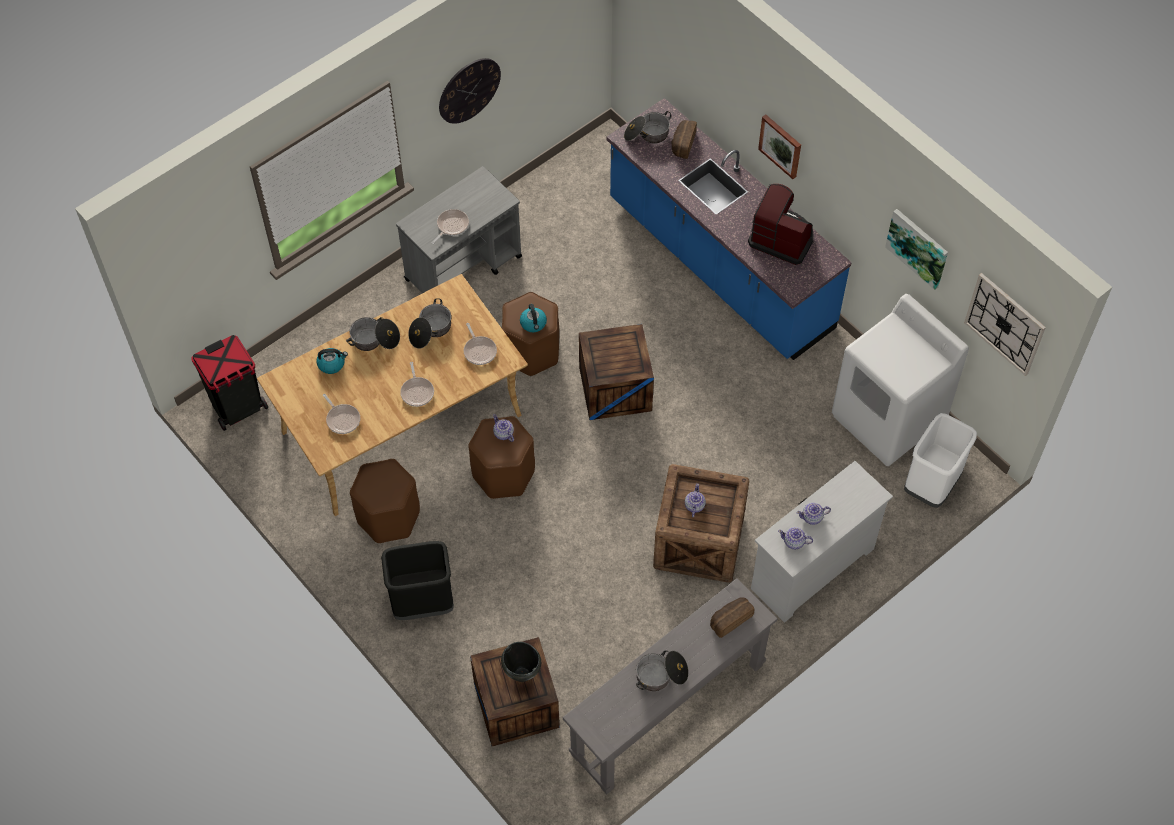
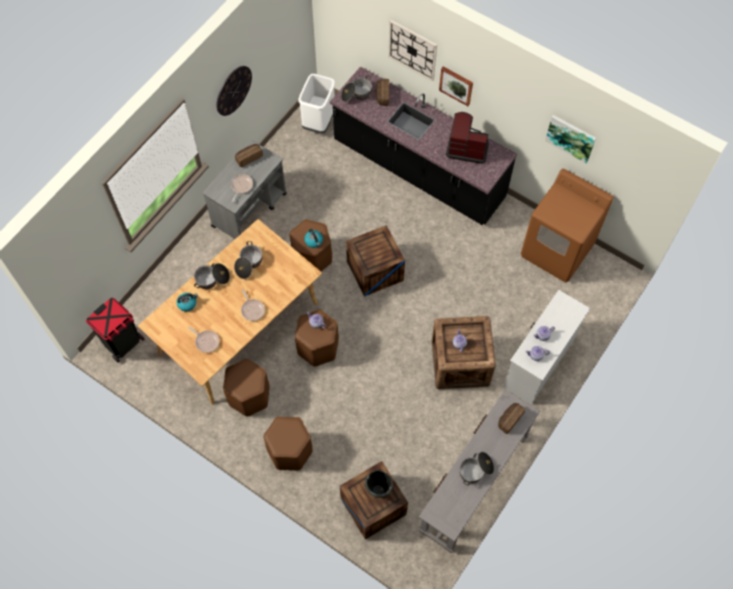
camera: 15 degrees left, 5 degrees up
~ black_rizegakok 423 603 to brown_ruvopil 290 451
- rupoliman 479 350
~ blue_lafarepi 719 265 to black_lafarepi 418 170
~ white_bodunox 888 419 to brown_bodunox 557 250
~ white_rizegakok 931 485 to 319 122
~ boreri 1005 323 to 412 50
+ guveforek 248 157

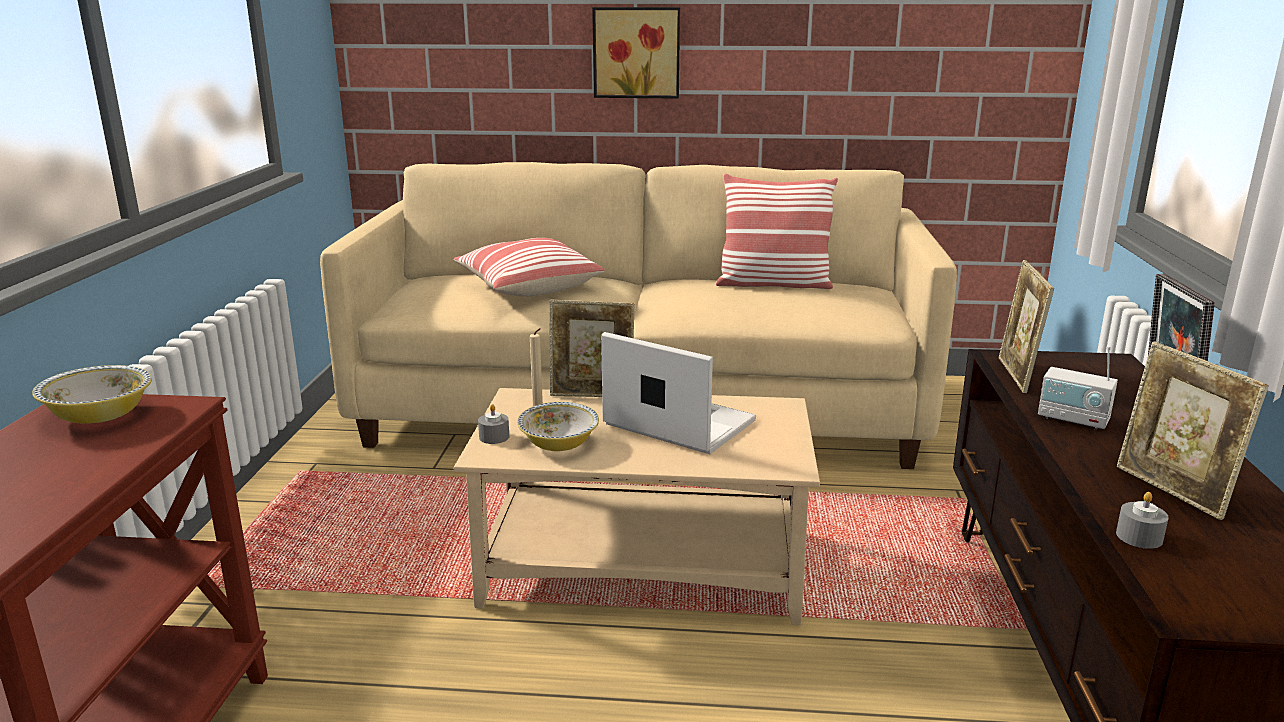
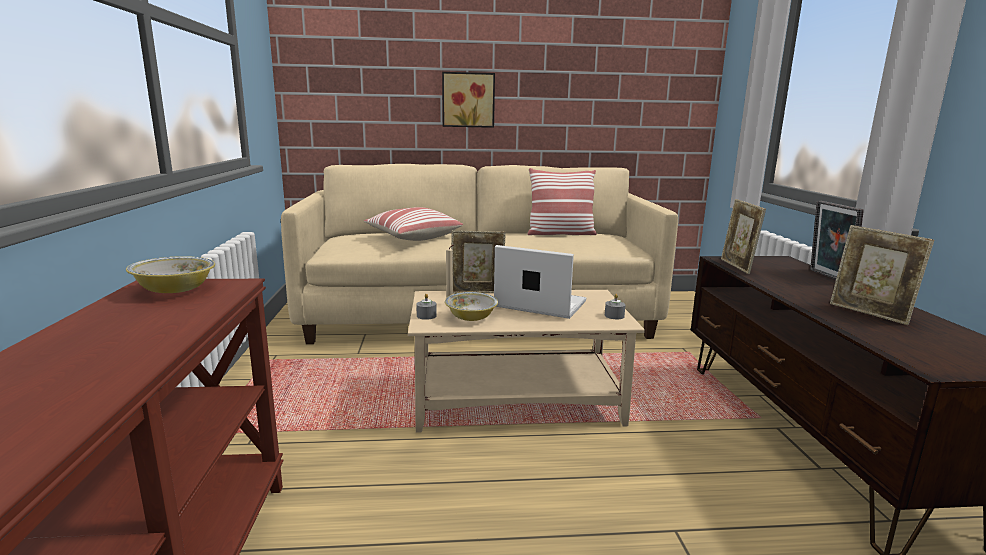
camera: 10 degrees left, 5 degrees down
- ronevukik 1073 419
~ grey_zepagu 1139 537 to 614 316

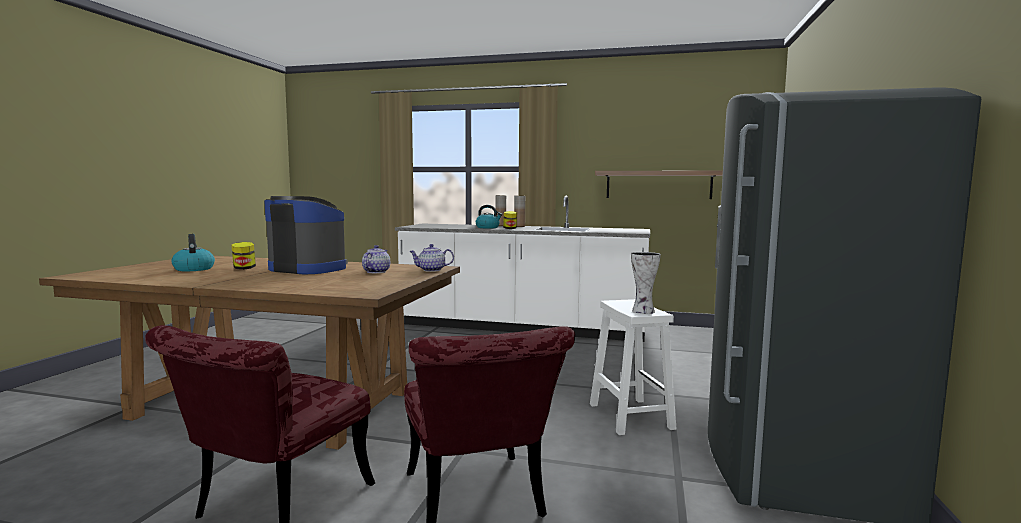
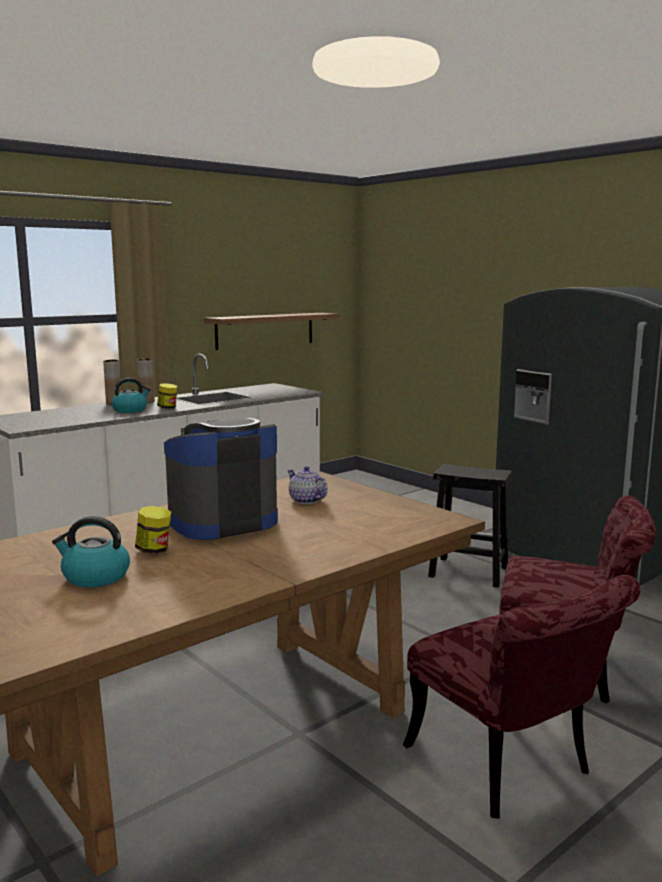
camera: 55 degrees left, 5 degrees up
- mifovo 431 270
~ white_ruvopil 629 415 to black_ruvopil 467 572
- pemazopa 642 311

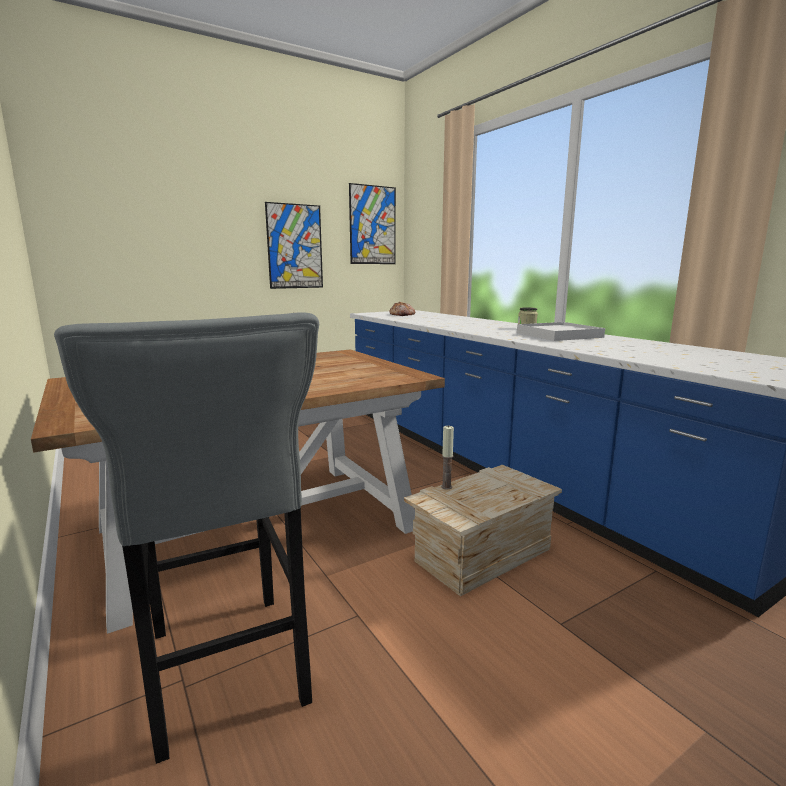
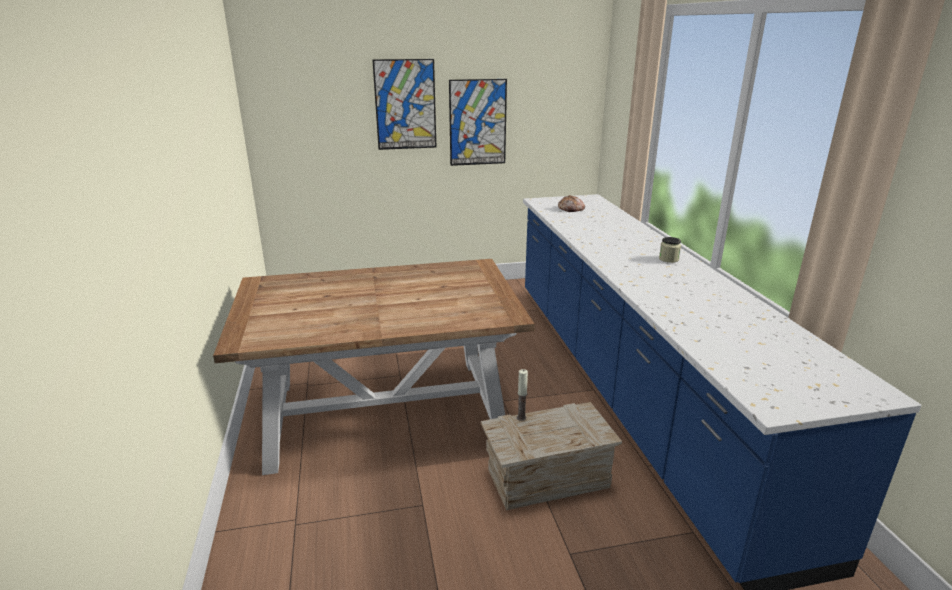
camera: 20 degrees right, 10 degrees up
- grey_ruvopil 227 675
~ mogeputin 372 225 to 405 105
- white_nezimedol 559 335

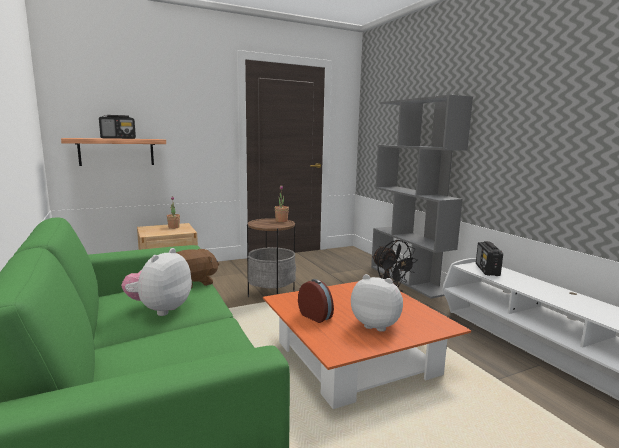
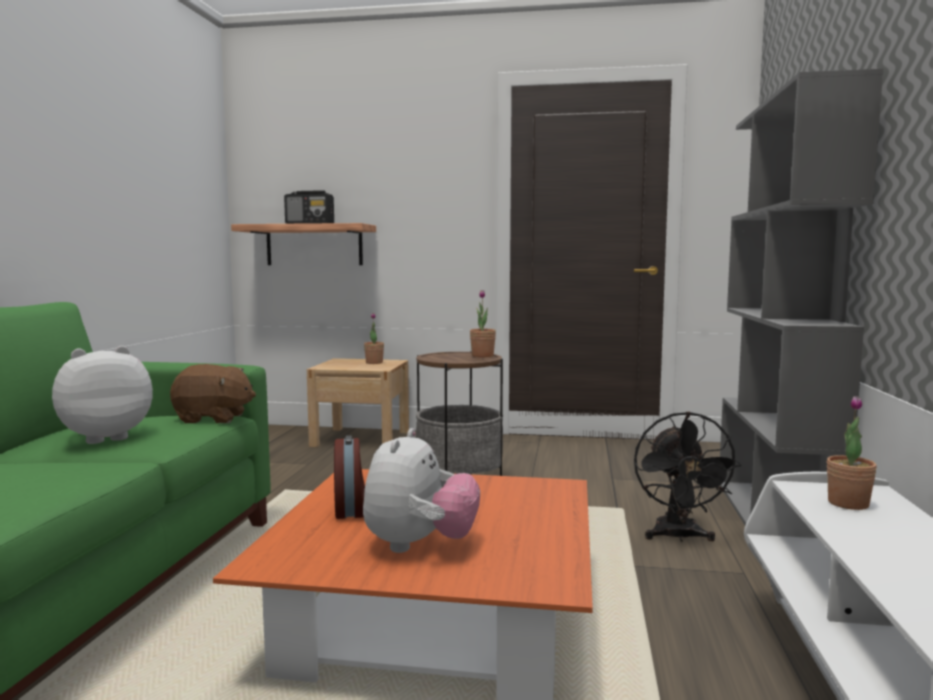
camera: 35 degrees right, 5 degrees down
~ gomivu 377 325 = 419 545 45 degrees clockwise
~ ronevukik 487 270 to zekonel 848 503

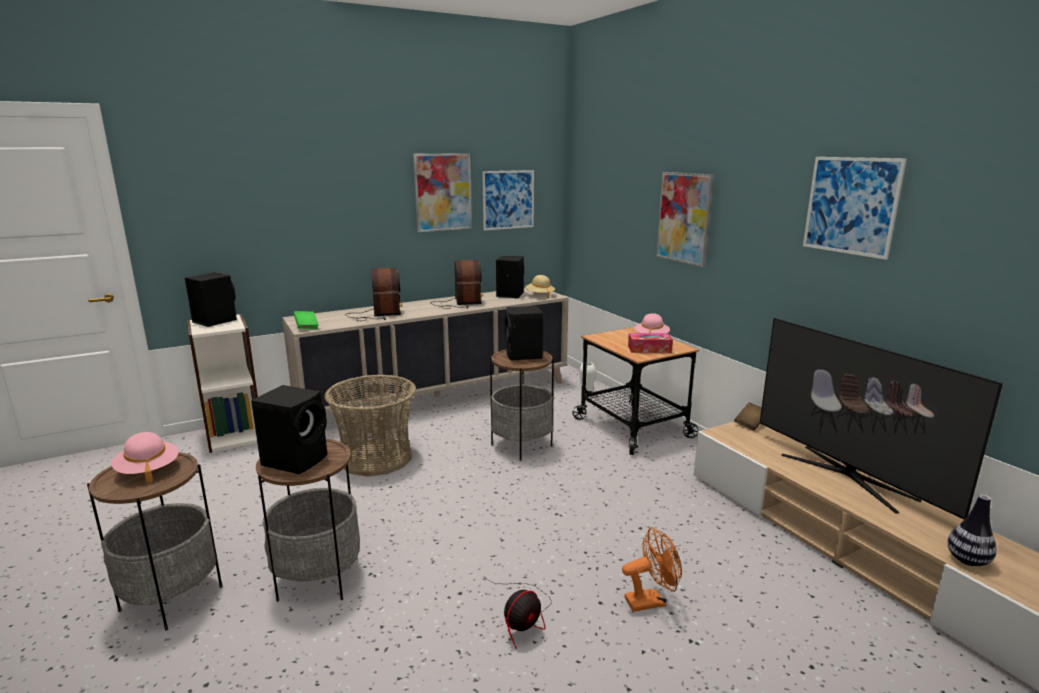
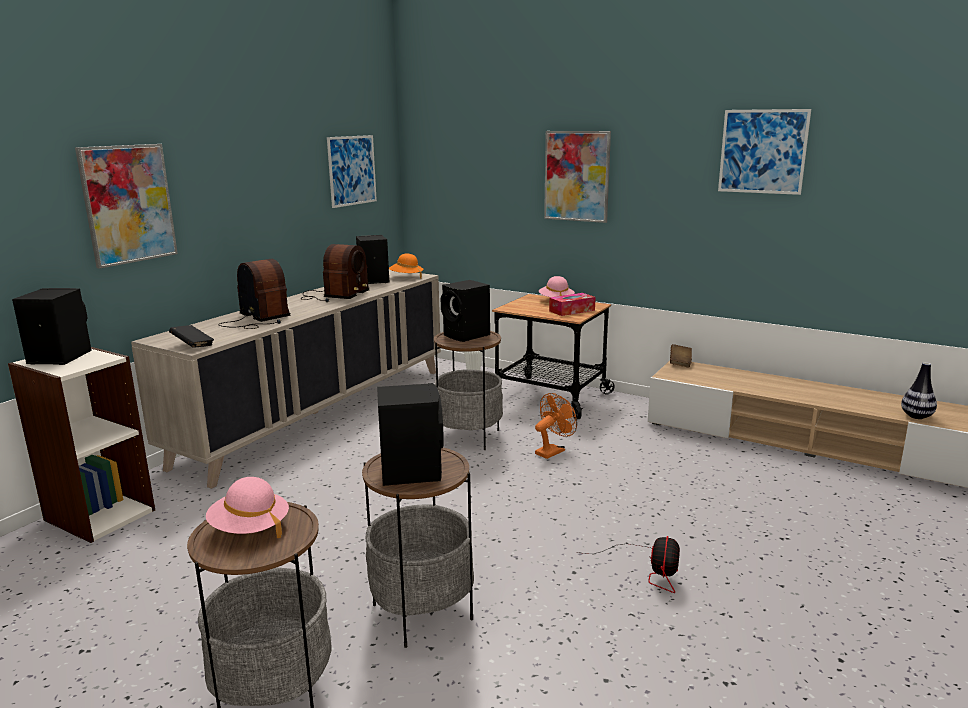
camera: 30 degrees left, 0 degrees up
~ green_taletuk 306 327 to black_taletuk 193 345
- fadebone 376 458
~ mogeputin 442 192 to 128 204
~ ronevukik 459 303 = 334 295 60 degrees clockwise
~ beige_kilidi 539 295 to orange_kilidi 406 277
~ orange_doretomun 651 600 to 553 451
- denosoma 846 476

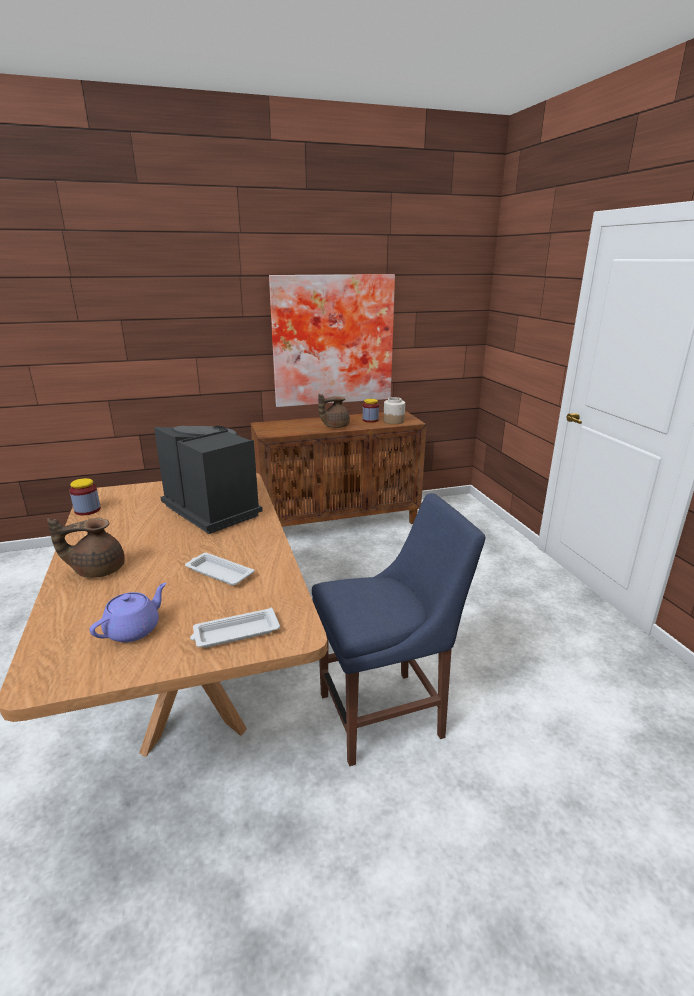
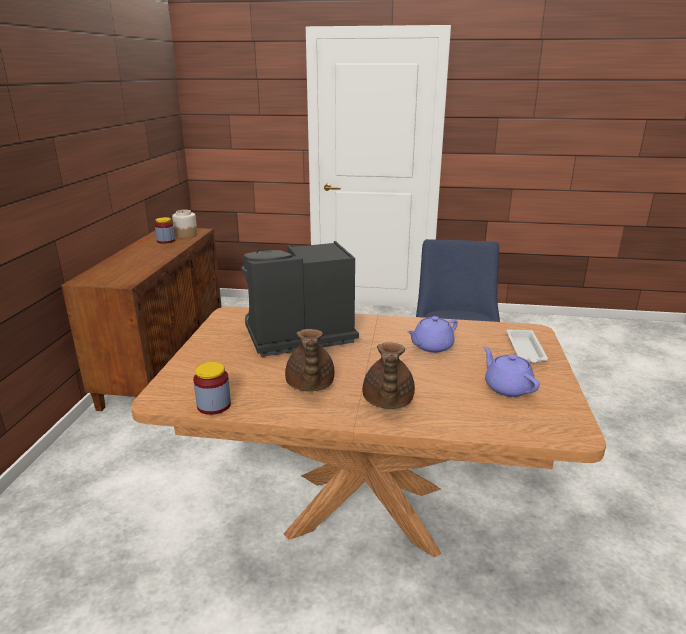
camera: 65 degrees left, 0 degrees up
~ white_nezimedol 218 573 to purple_mifovo 431 346
- mogeputin 332 340
~ brown_mifovo 334 426 to 309 385

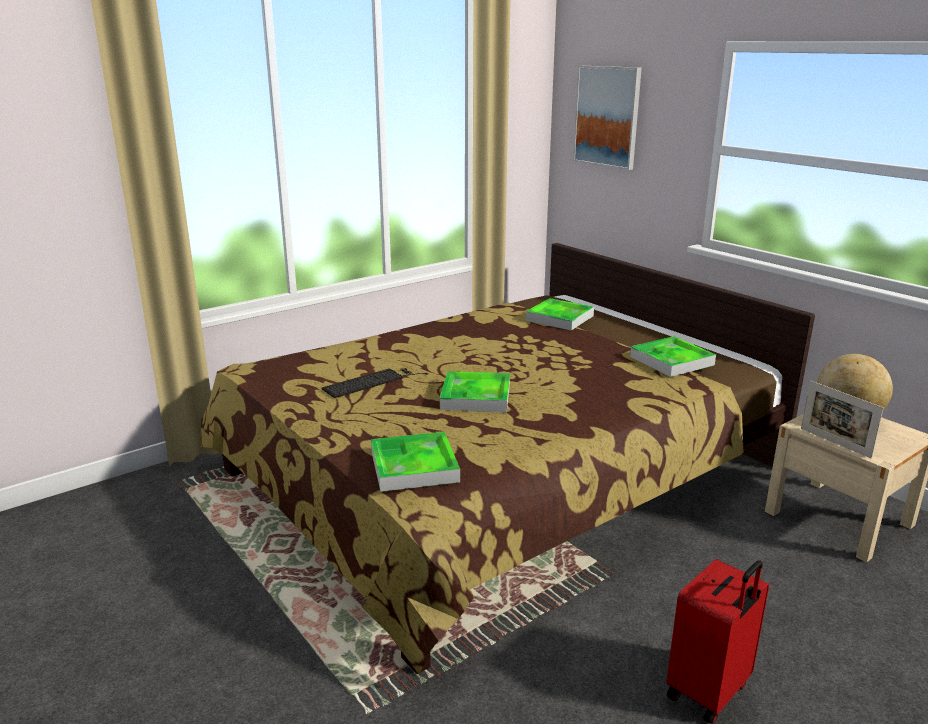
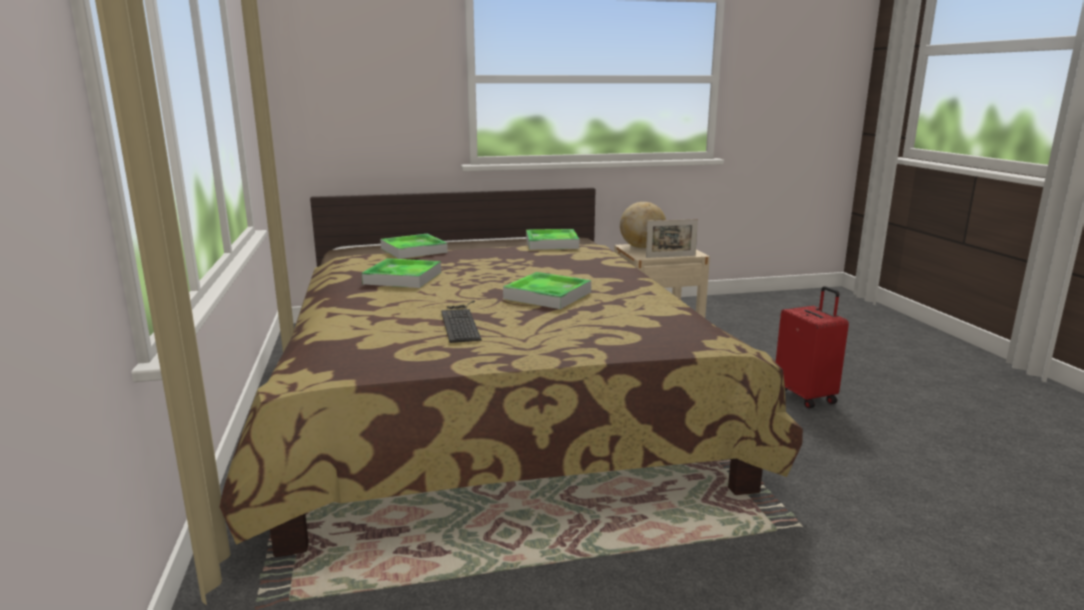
camera: 65 degrees left, 5 degrees down
~ nezimedol 414 466 to 403 278
- mogeputin 607 116

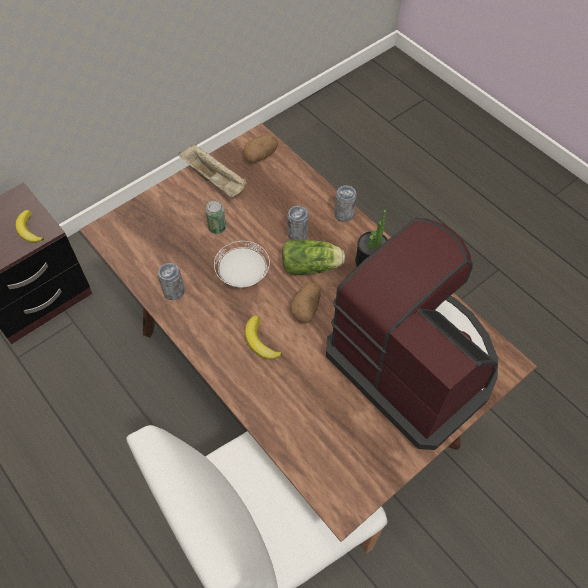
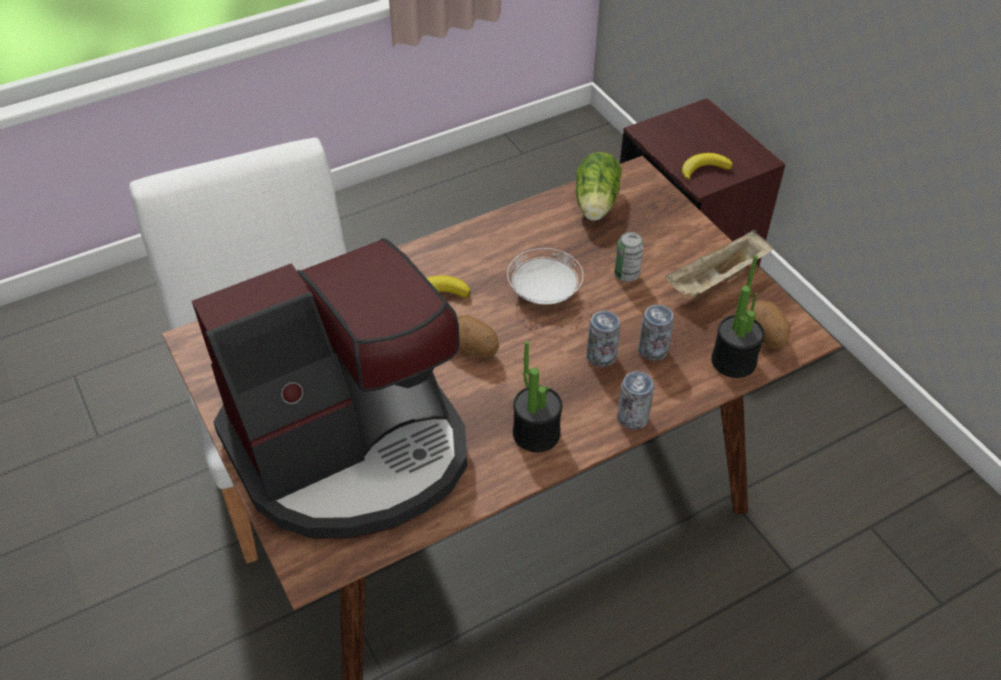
camera: 100 degrees right, 10 degrees down
~ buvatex 174 291 to 652 350
~ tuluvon 313 266 to 595 205
+ zekonel 733 361

